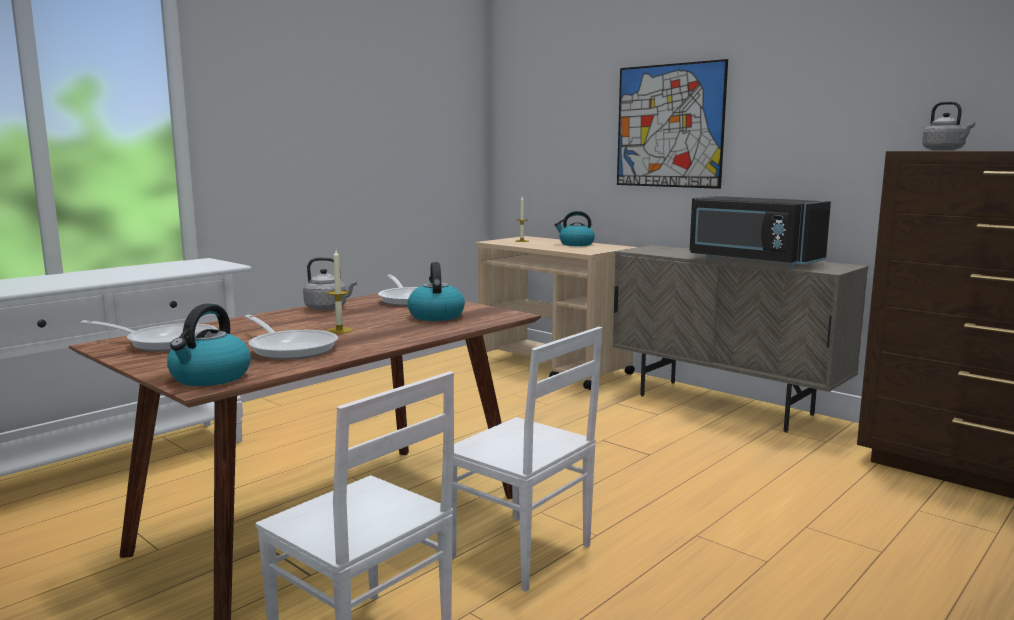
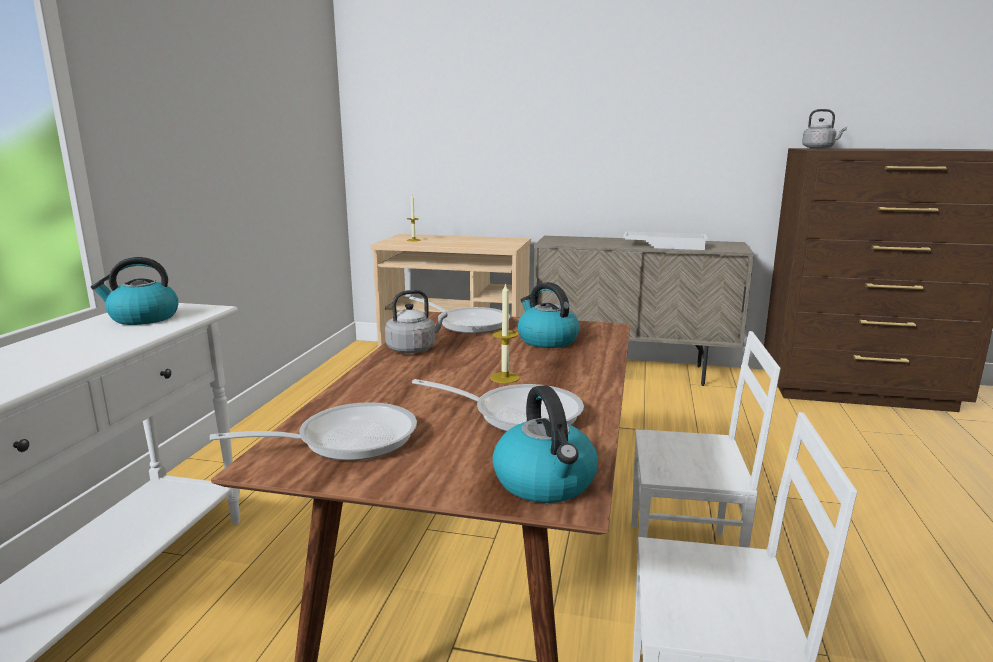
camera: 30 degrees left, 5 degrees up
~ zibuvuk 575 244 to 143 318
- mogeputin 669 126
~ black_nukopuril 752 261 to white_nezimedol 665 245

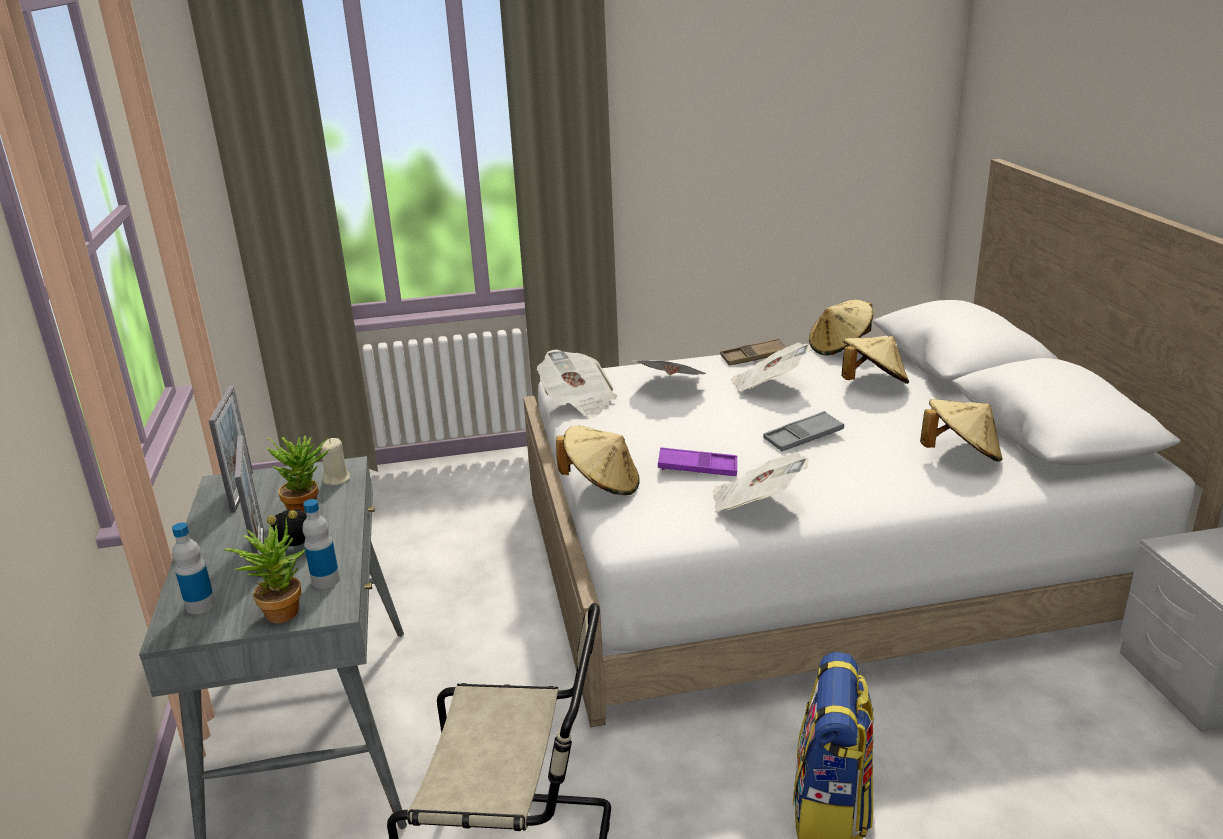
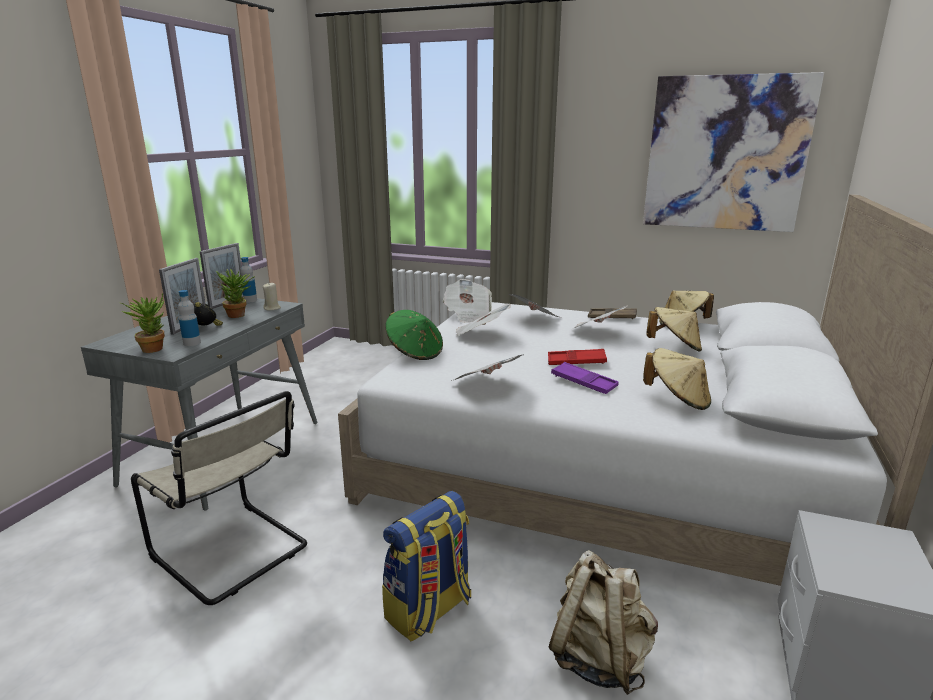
camera: 30 degrees right, 5 degrees down
~ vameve 200 605 to 250 300
~ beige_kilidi 602 485 to green_kilidi 415 353
~ purple_nezimedol 697 468 to 584 382
~ grey_nezimedol 803 437 to red_nezimedol 576 362
+ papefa 480 335
+ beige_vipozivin 599 658
+ mogeputin 725 154

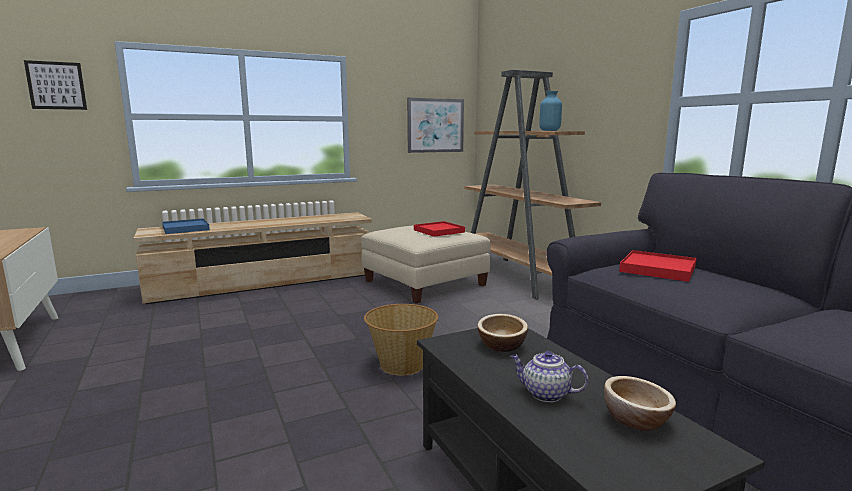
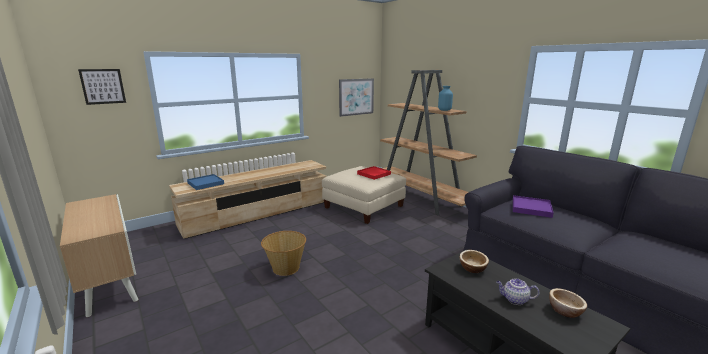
camera: 10 degrees left, 5 degrees up
~ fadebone 401 364 to 285 268
~ red_nezimedol 658 269 to purple_nezimedol 531 208

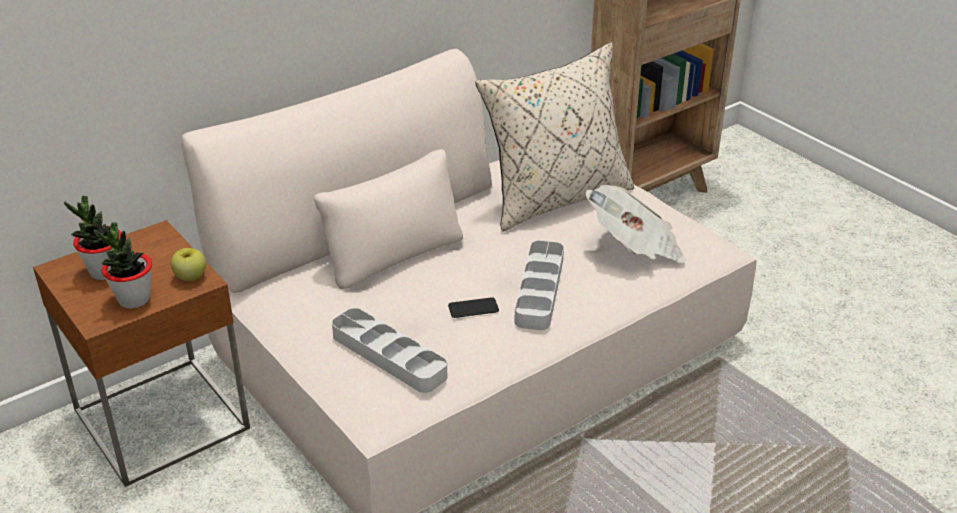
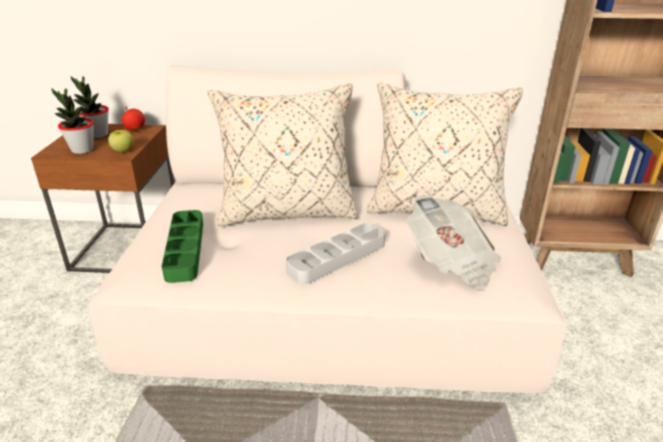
camera: 40 degrees right, 5 degrees down
~ grey_nezimedol 389 355 to green_nezimedol 185 249
- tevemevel 473 308
+ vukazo 135 129
+ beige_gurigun 287 212

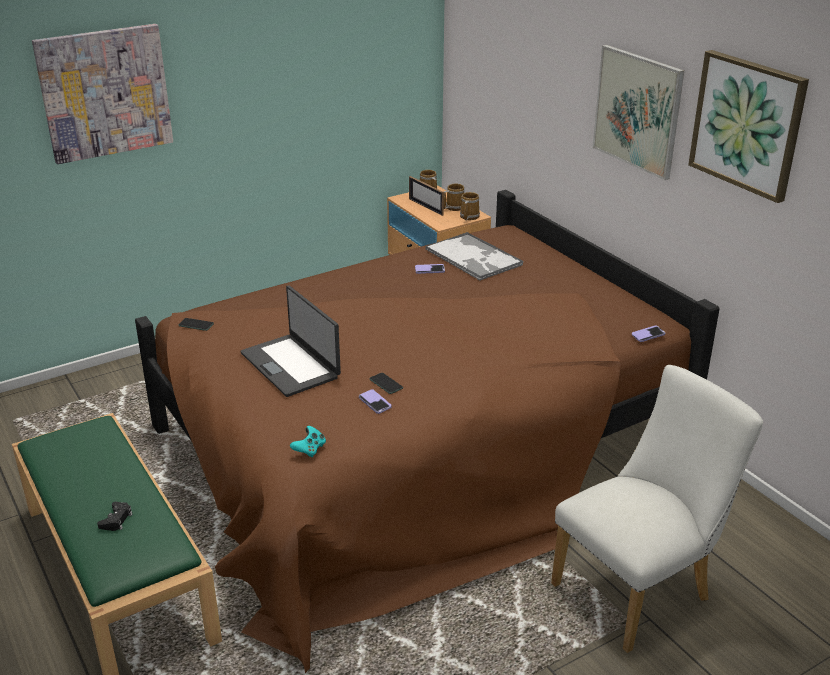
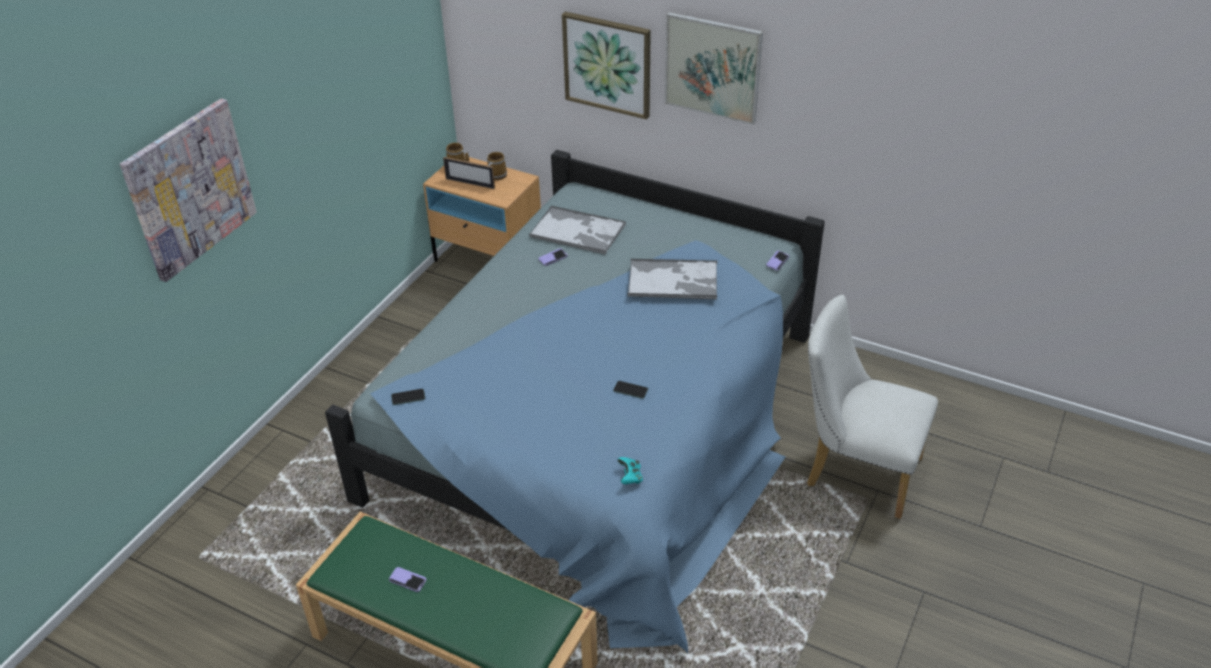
camera: 30 degrees left, 10 degrees up
- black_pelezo 116 520
~ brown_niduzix 415 451 to blue_niduzix 602 426
- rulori 291 365
~ tevemevel 375 402 to 407 580
- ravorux 468 216
~ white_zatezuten 639 589 = 854 470 90 degrees counterclockwise
~ mogeputin 747 124 to 607 64
+ nezimedol 673 280

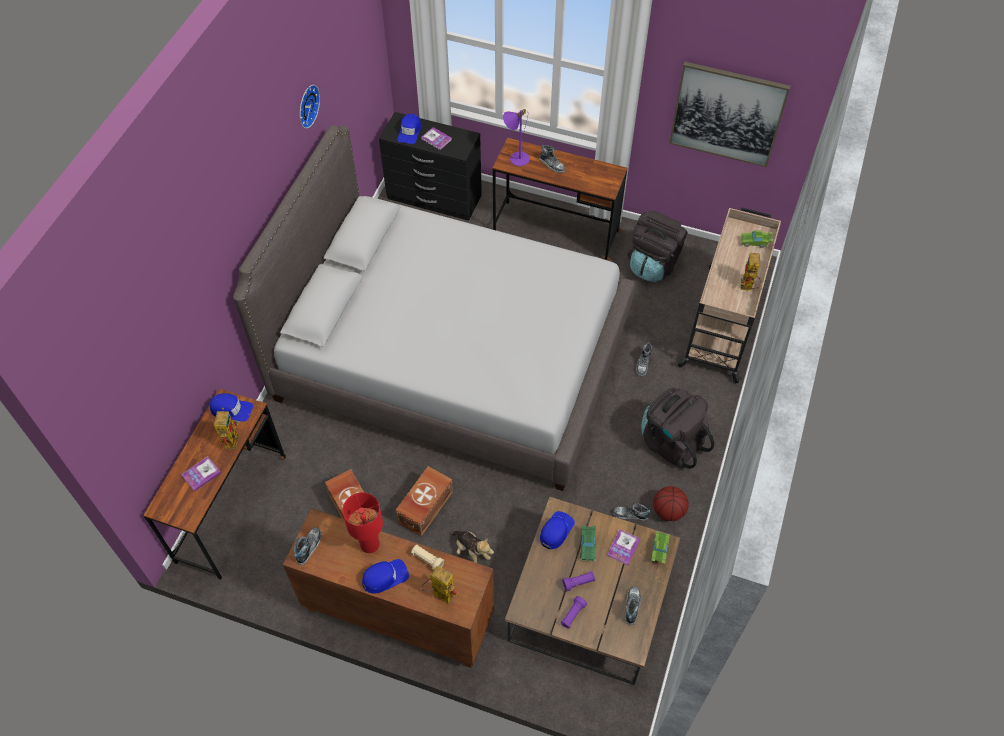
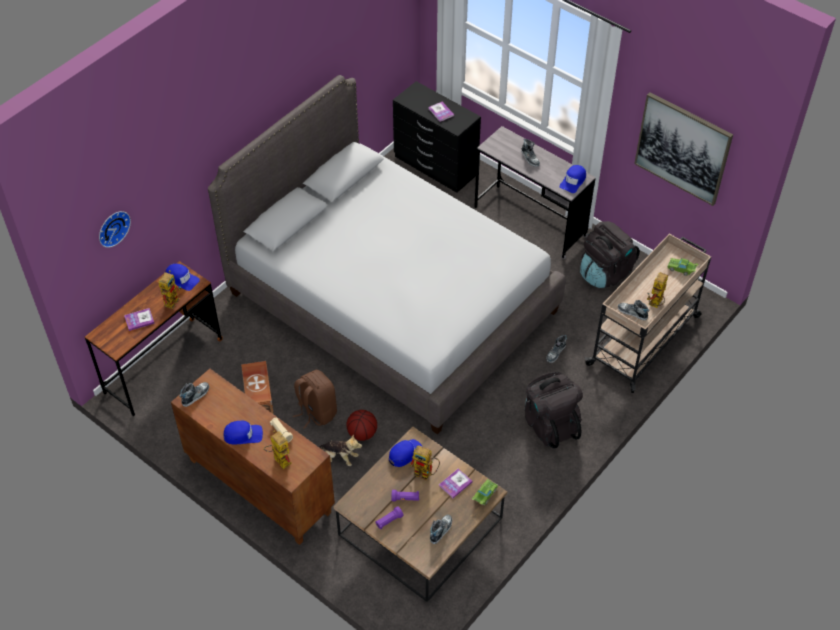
camera: 20 degrees right, 5 degrees down
~ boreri 306 105 to 112 227
- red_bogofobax 369 545
~ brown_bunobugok 424 507 to brown_vipozivin 316 412
~ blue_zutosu 410 132 to 573 181
~ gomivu 471 551 = 339 457 45 degrees counterclockwise
~ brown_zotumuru 556 231 to grey_zotumuru 530 221
- purple_bogofobax 516 157
~ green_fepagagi 587 546 to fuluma 426 473
~ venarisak 630 515 to 632 313
~ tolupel 668 511 to 362 433

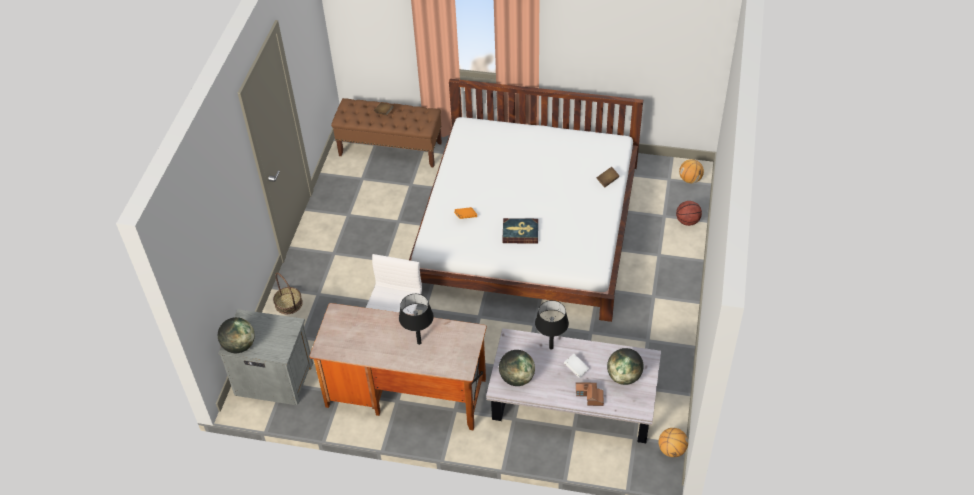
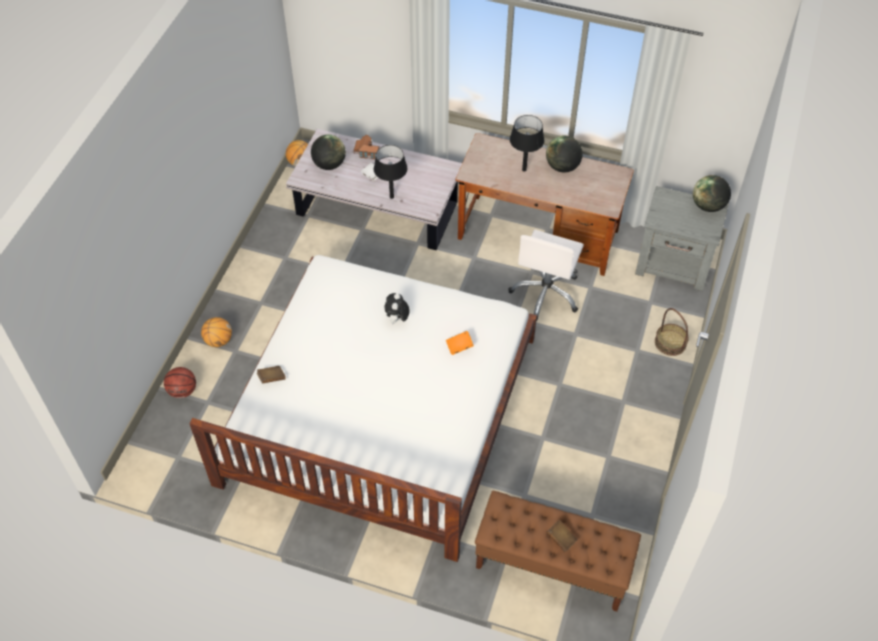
camera: 175 degrees left, 5 degrees up
~ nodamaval 516 378 to 562 167
~ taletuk 520 232 to gomivu 397 319
~ tolupel 690 179 to 218 341

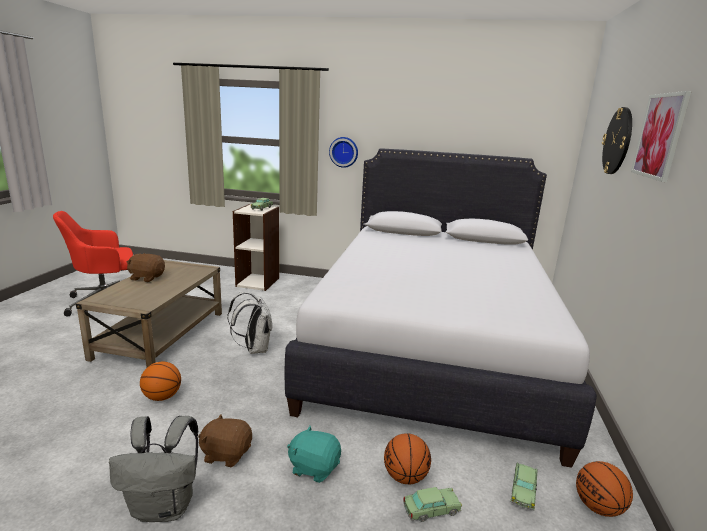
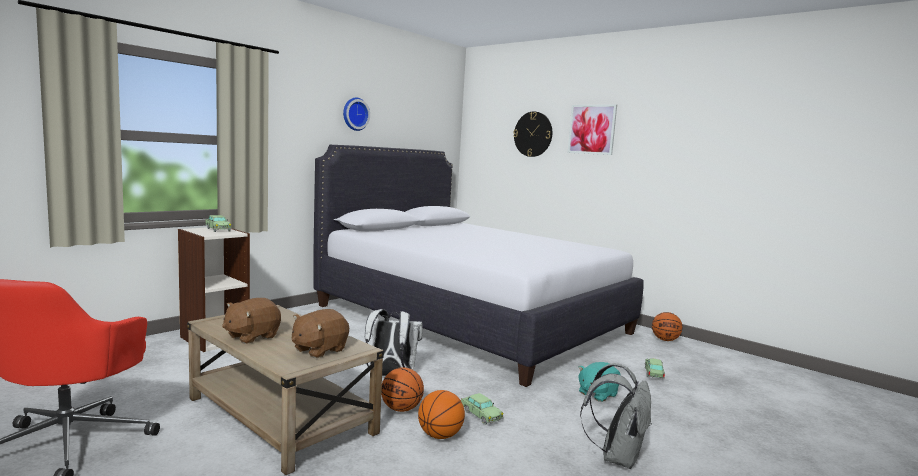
camera: 60 degrees left, 10 degrees down
~ brown_gomivu 226 453 to 319 350
~ boreri 344 152 to 354 114
~ tolupel 405 476 to 401 409
~ fepagagi 523 491 to 481 415

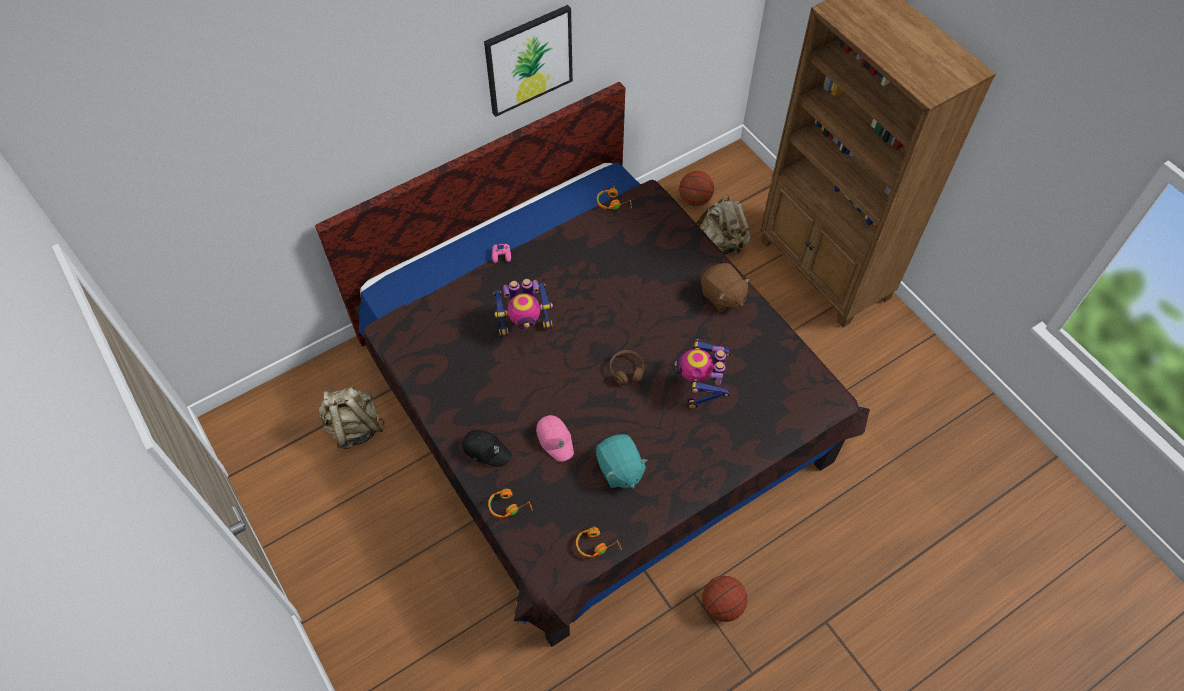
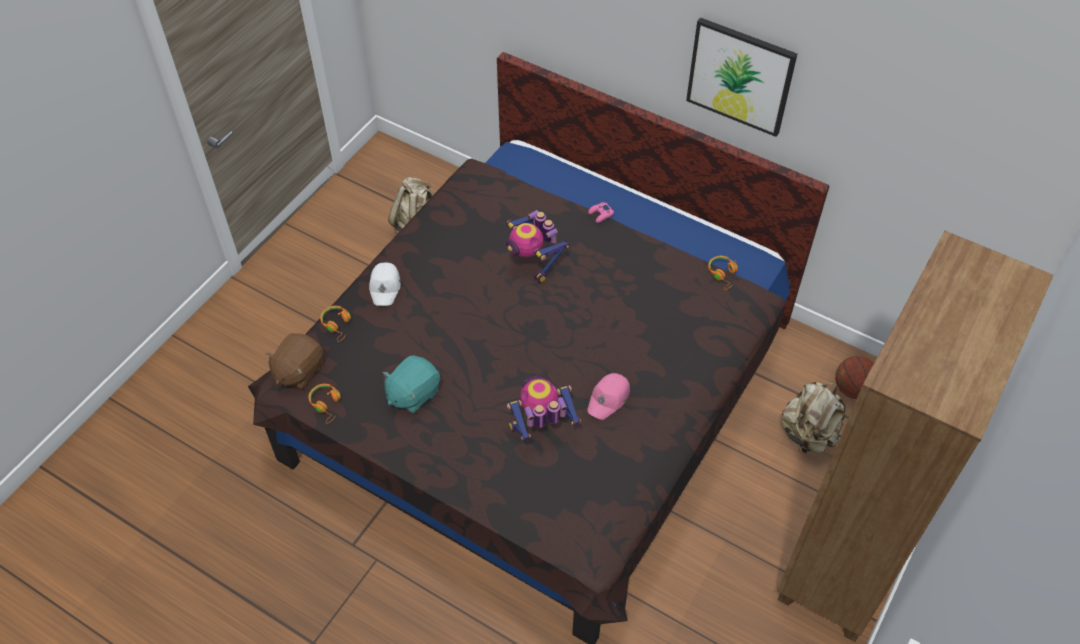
camera: 65 degrees right, 5 degrees down
~ black_zutosu 486 450 to white_zutosu 385 287
~ pink_zutosu 555 439 to 609 398
- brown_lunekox 626 370
~ brown_gomivu 722 296 to 298 371
- tolupel 722 605

